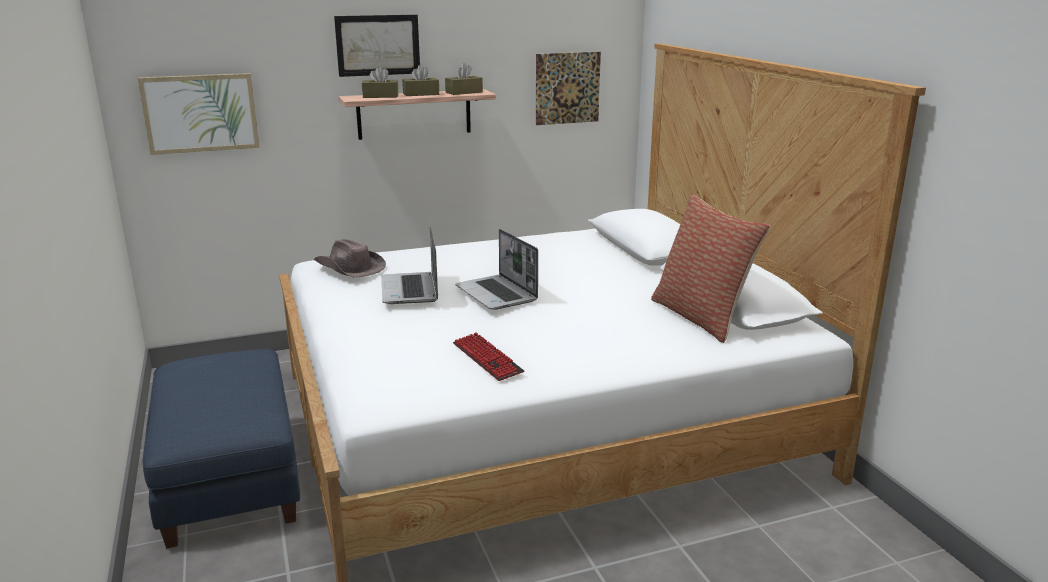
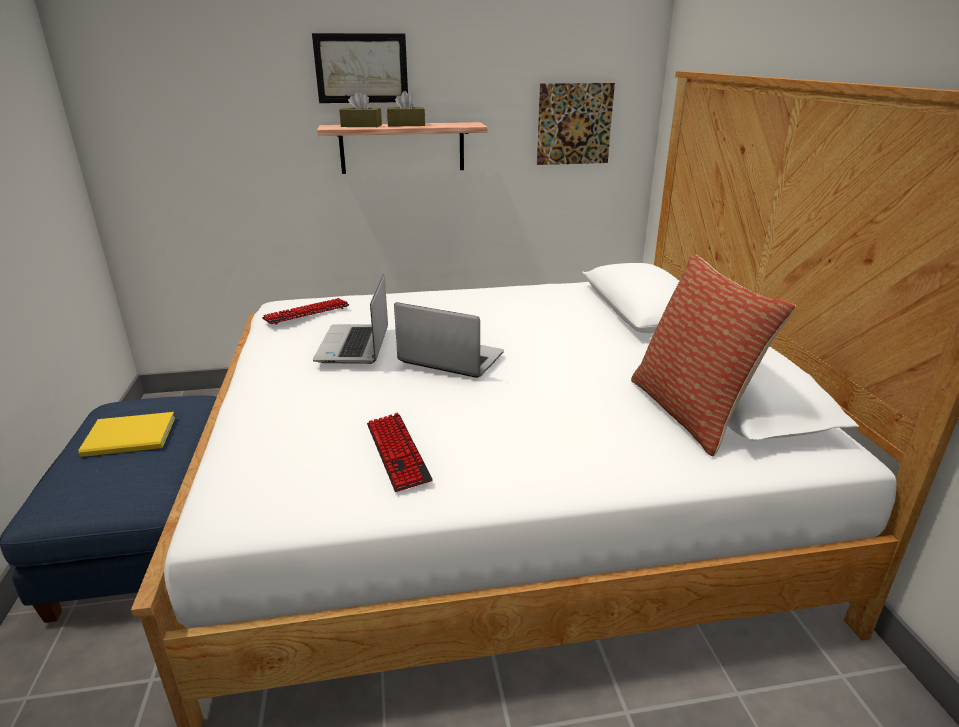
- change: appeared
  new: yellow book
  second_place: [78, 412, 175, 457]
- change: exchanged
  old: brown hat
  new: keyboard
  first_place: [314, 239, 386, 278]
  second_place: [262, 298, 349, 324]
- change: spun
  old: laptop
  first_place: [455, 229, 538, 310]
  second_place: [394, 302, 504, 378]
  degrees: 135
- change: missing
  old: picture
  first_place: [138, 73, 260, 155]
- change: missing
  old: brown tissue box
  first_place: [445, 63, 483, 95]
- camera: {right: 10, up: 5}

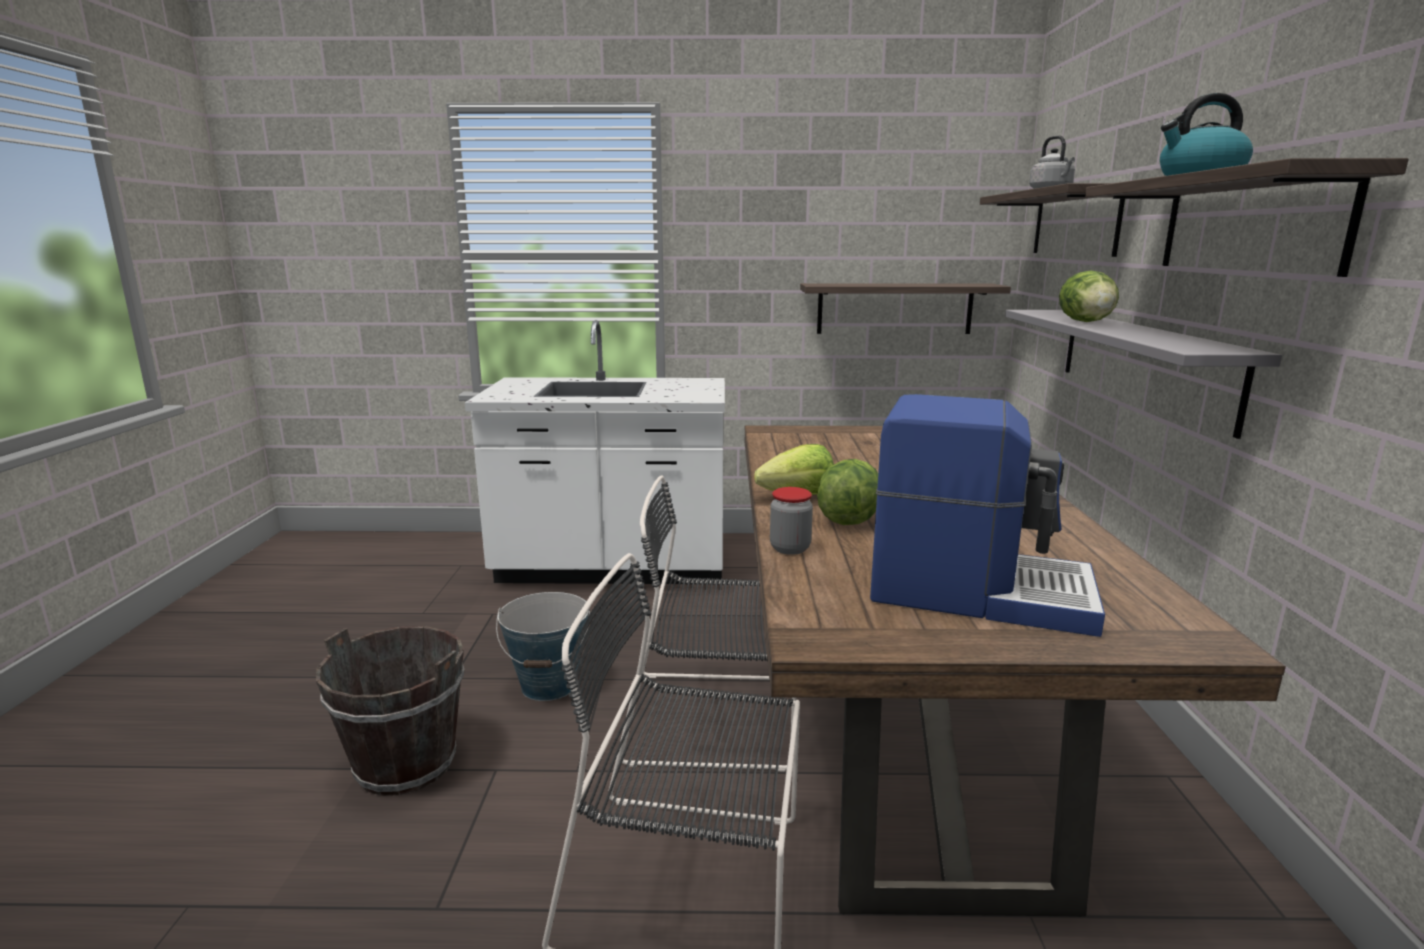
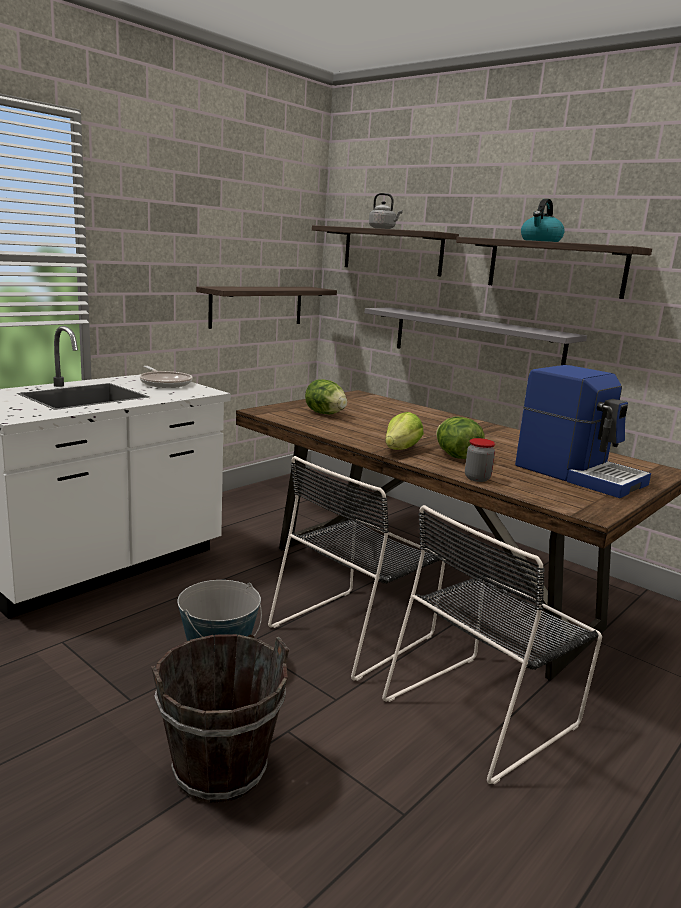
- change: appeared
  new: frying pan
  second_place: [140, 366, 192, 388]
- change: relocated
  old: lettuce
  first_place: [1059, 271, 1119, 322]
  second_place: [305, 379, 347, 414]
- change: spun
  old: coffee machine
  first_place: [870, 394, 1105, 637]
  second_place: [515, 365, 651, 498]
  degrees: 75
- camera: {right: -50, up: 0}

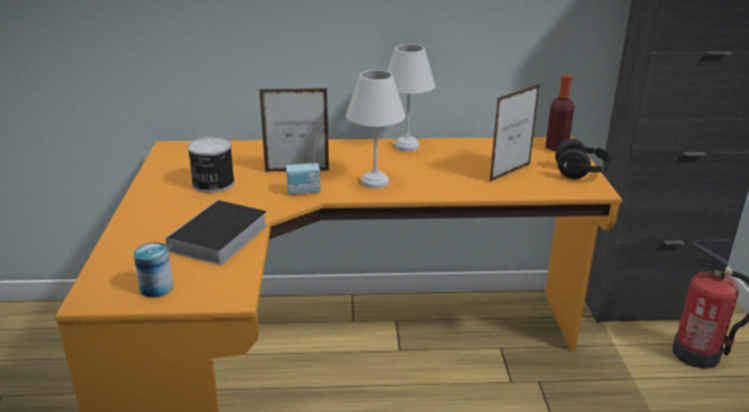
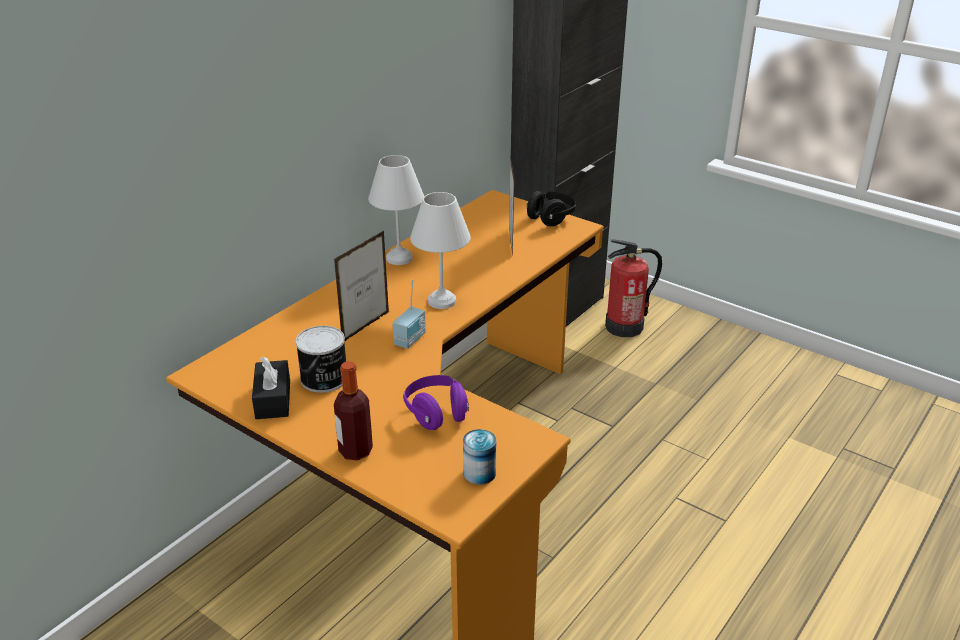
- change: appeared
  new: black tissue box
  second_place: [252, 357, 290, 419]
- change: relocated
  old: bottle
  first_place: [545, 74, 574, 151]
  second_place: [334, 361, 373, 461]
- change: exchanged
  old: book
  new: purple headphones
  first_place: [166, 200, 267, 265]
  second_place: [403, 375, 469, 430]
- camera: {right: -50, up: 5}

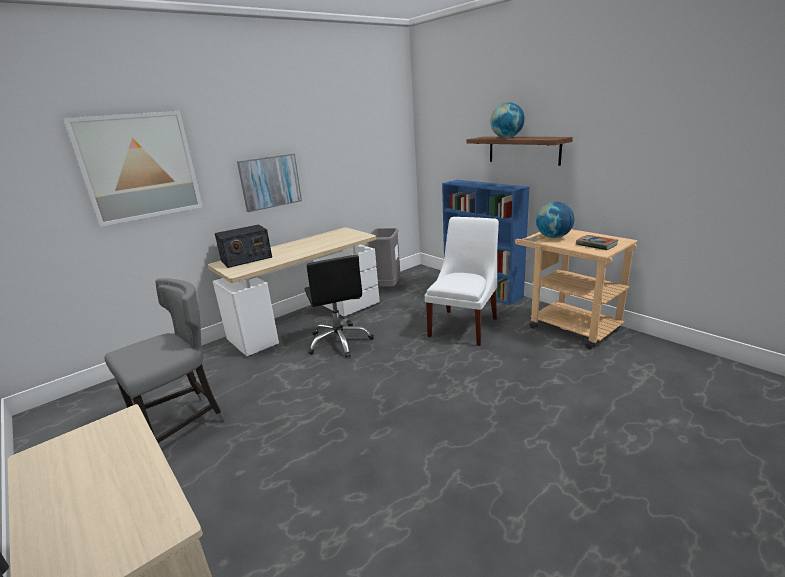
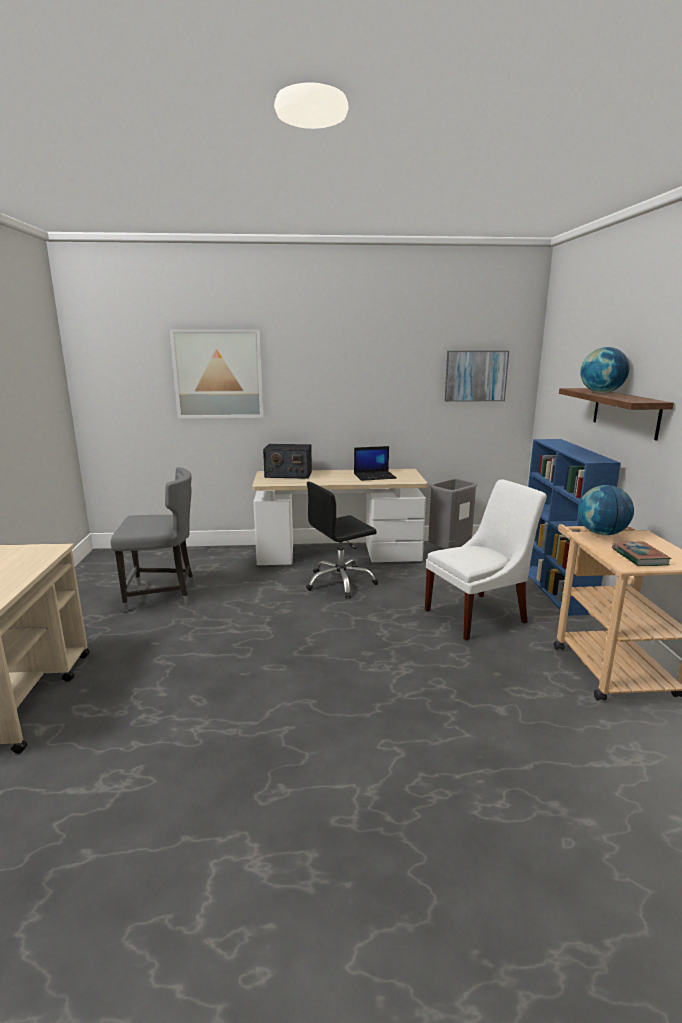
- change: spun
  old: black office chair
  first_place: [304, 255, 374, 358]
  second_place: [306, 482, 378, 599]
  degrees: 45
- change: appeared
  new: laptop
  second_place: [354, 446, 396, 481]
- change: relocated
  old: picture
  first_place: [237, 154, 302, 212]
  second_place: [445, 351, 509, 402]
- camera: {right: 35, up: -5}

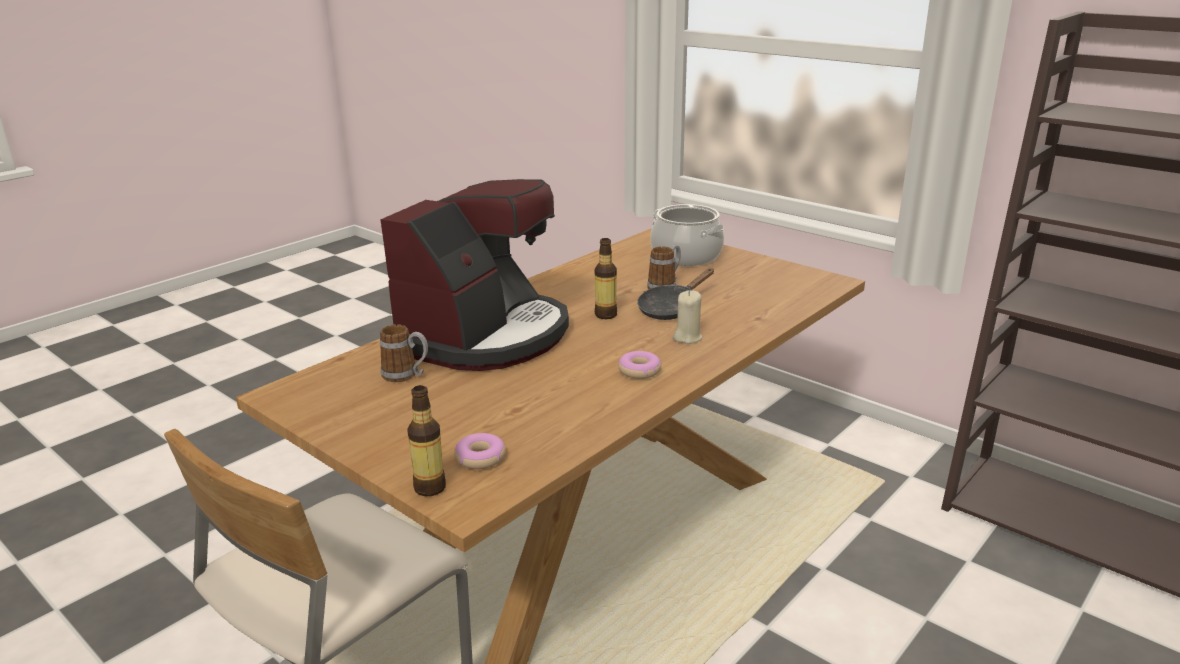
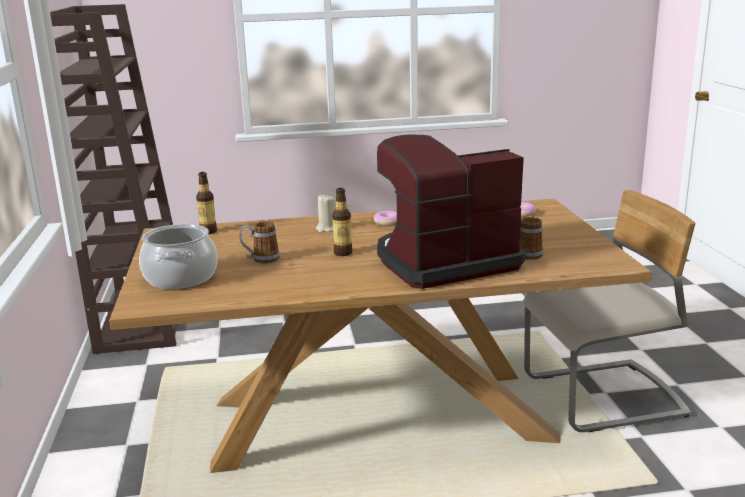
- change: relocated
  old: bottle
  first_place: [407, 385, 446, 496]
  second_place: [196, 172, 217, 234]
- change: missing
  old: black frying pan
  first_place: [637, 269, 714, 320]
- camera: {right: -140, up: -5}

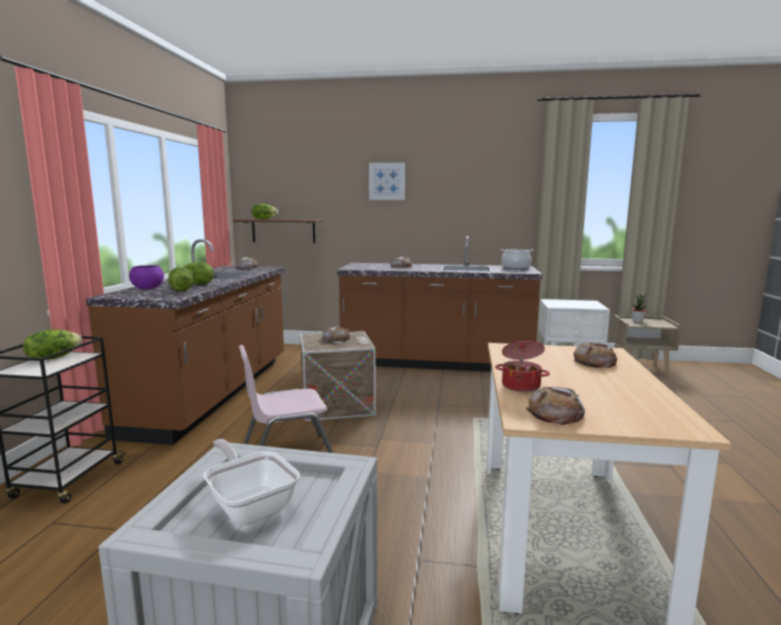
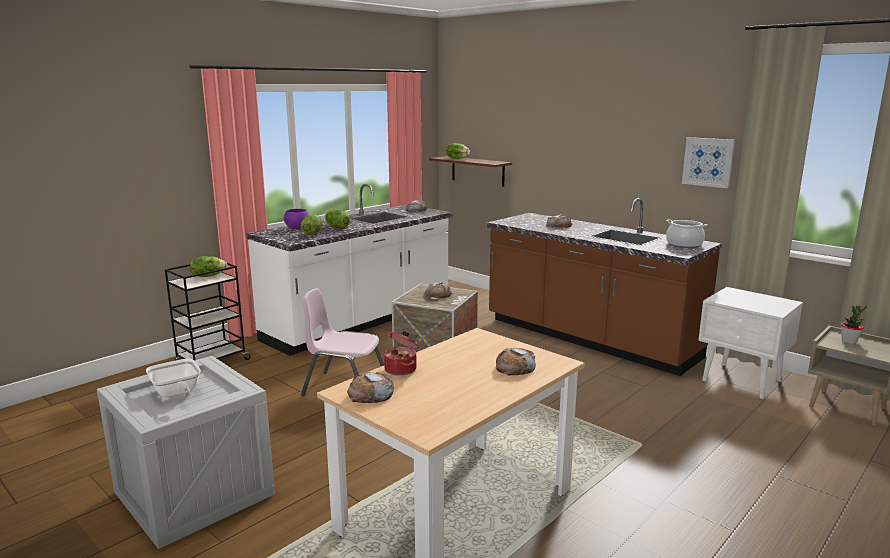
- change: spun
  old: frying pan
  first_place: [203, 439, 300, 525]
  second_place: [146, 359, 201, 398]
  degrees: 150
- change: colour
  old: brown counter
  new: white counter
  first_place: [86, 239, 285, 445]
  second_place: [246, 184, 452, 356]
- change: relocated
  old: picture
  first_place: [369, 163, 405, 200]
  second_place: [682, 137, 735, 188]
- camera: {right: 35, up: 5}

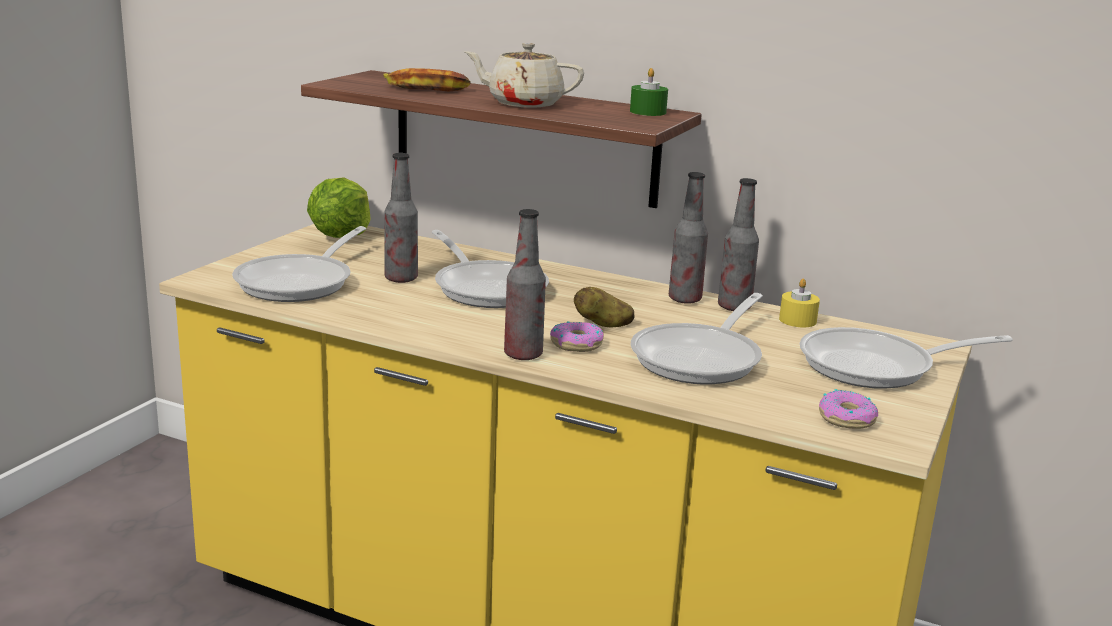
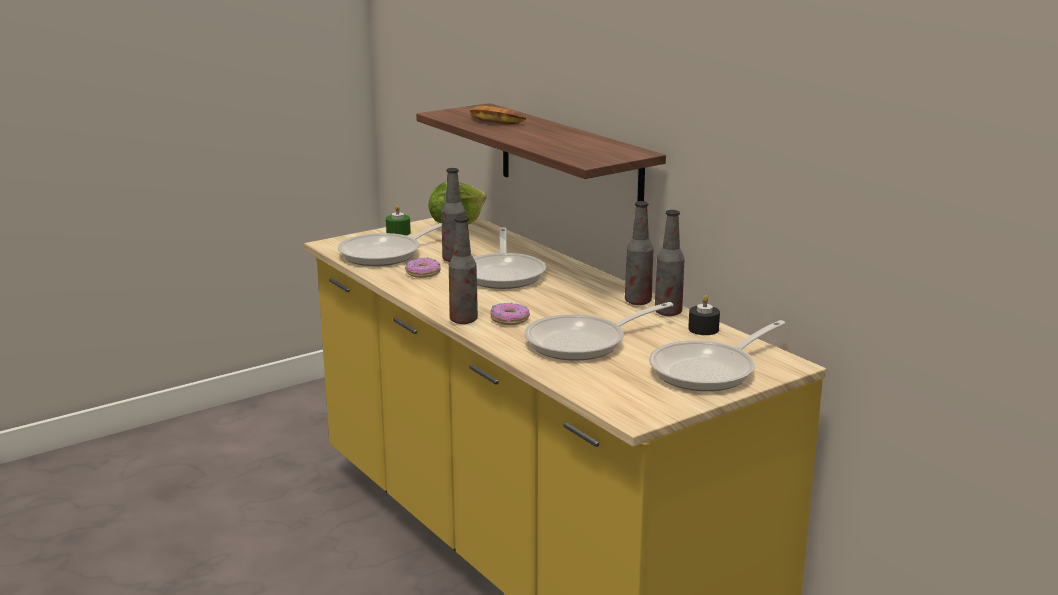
- change: relocated
  old: green candle
  first_place: [630, 68, 668, 116]
  second_place: [386, 205, 411, 236]
- change: relocated
  old: donut
  first_place: [819, 389, 878, 429]
  second_place: [405, 257, 441, 278]
- change: spun
  old: frying pan
  first_place: [799, 327, 1013, 389]
  second_place: [649, 320, 786, 391]
  degrees: -60
- change: colour
  old: yellow candle
  new: black candle
  first_place: [779, 278, 820, 327]
  second_place: [688, 295, 720, 335]
- change: missing
  old: beige teapot
  first_place: [465, 43, 584, 108]
- change: missing
  old: potato
  first_place: [574, 287, 634, 327]
- camera: {right: 30, up: 0}

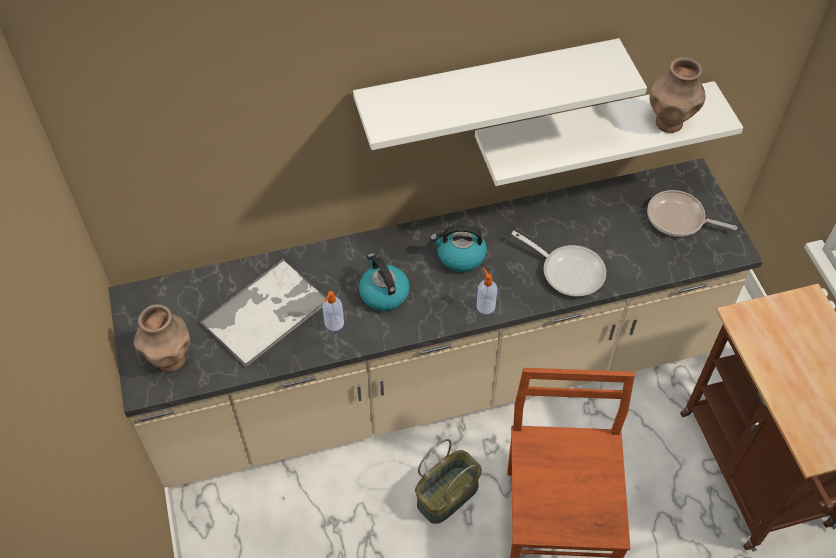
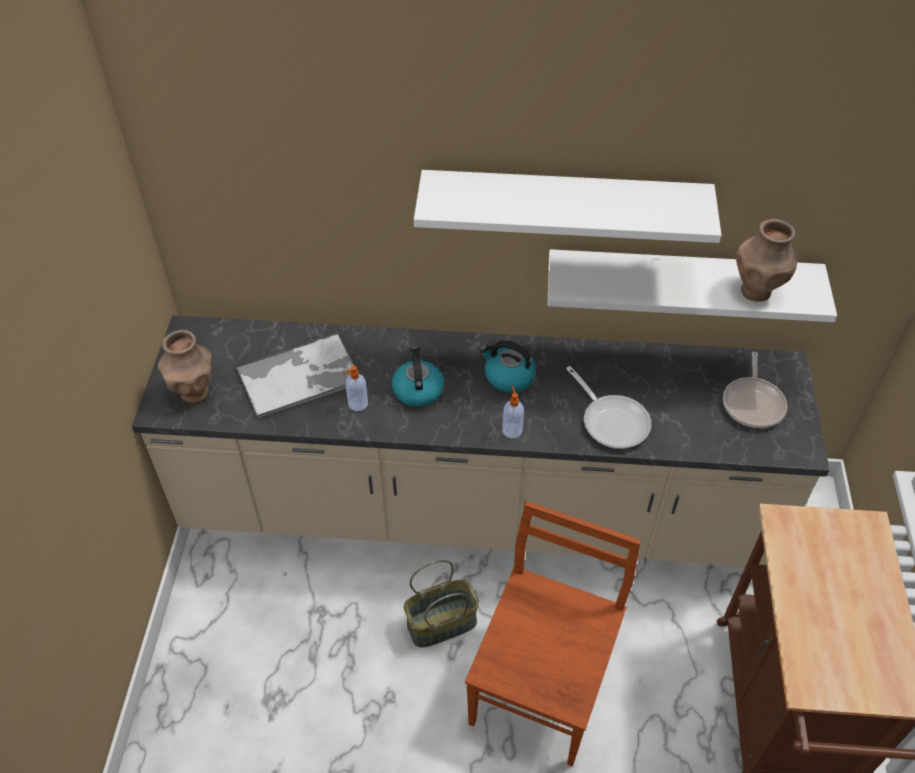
- change: spun
  old: frying pan
  first_place: [647, 190, 737, 237]
  second_place: [723, 352, 787, 428]
  degrees: -120
- camera: {right: 20, up: -5}

